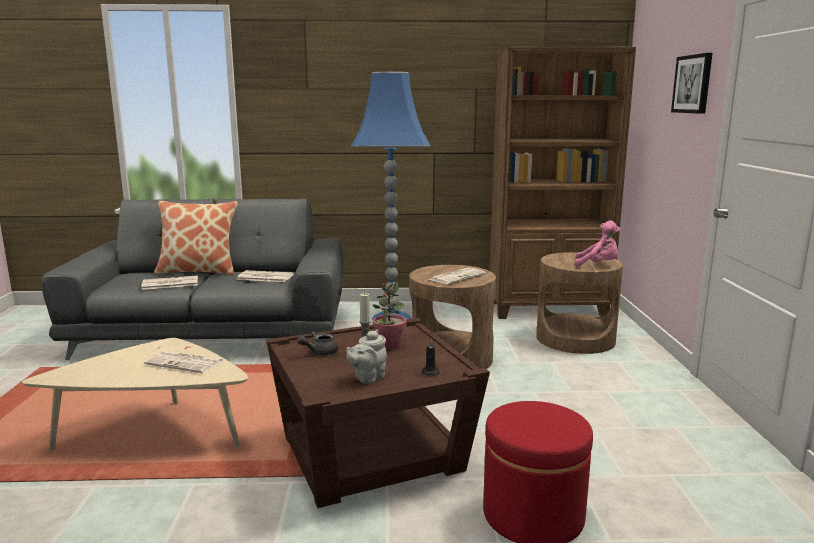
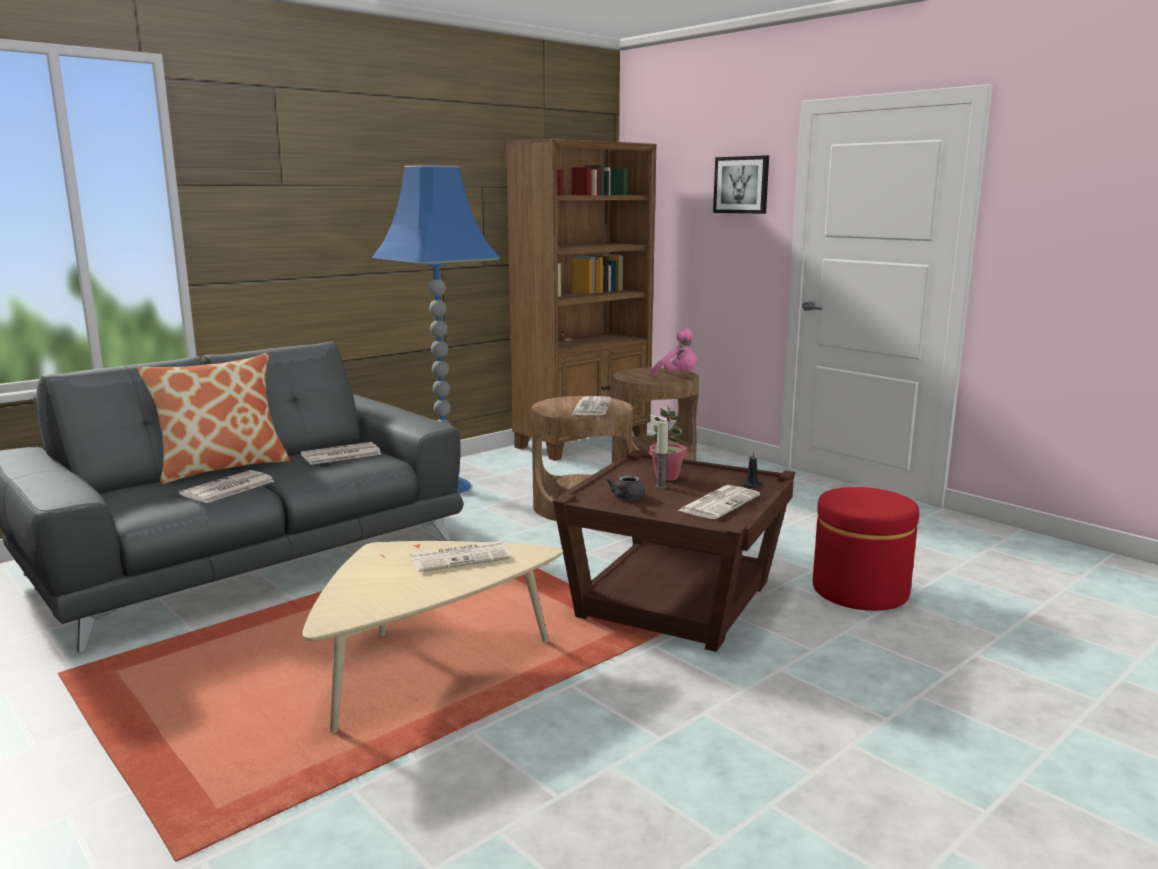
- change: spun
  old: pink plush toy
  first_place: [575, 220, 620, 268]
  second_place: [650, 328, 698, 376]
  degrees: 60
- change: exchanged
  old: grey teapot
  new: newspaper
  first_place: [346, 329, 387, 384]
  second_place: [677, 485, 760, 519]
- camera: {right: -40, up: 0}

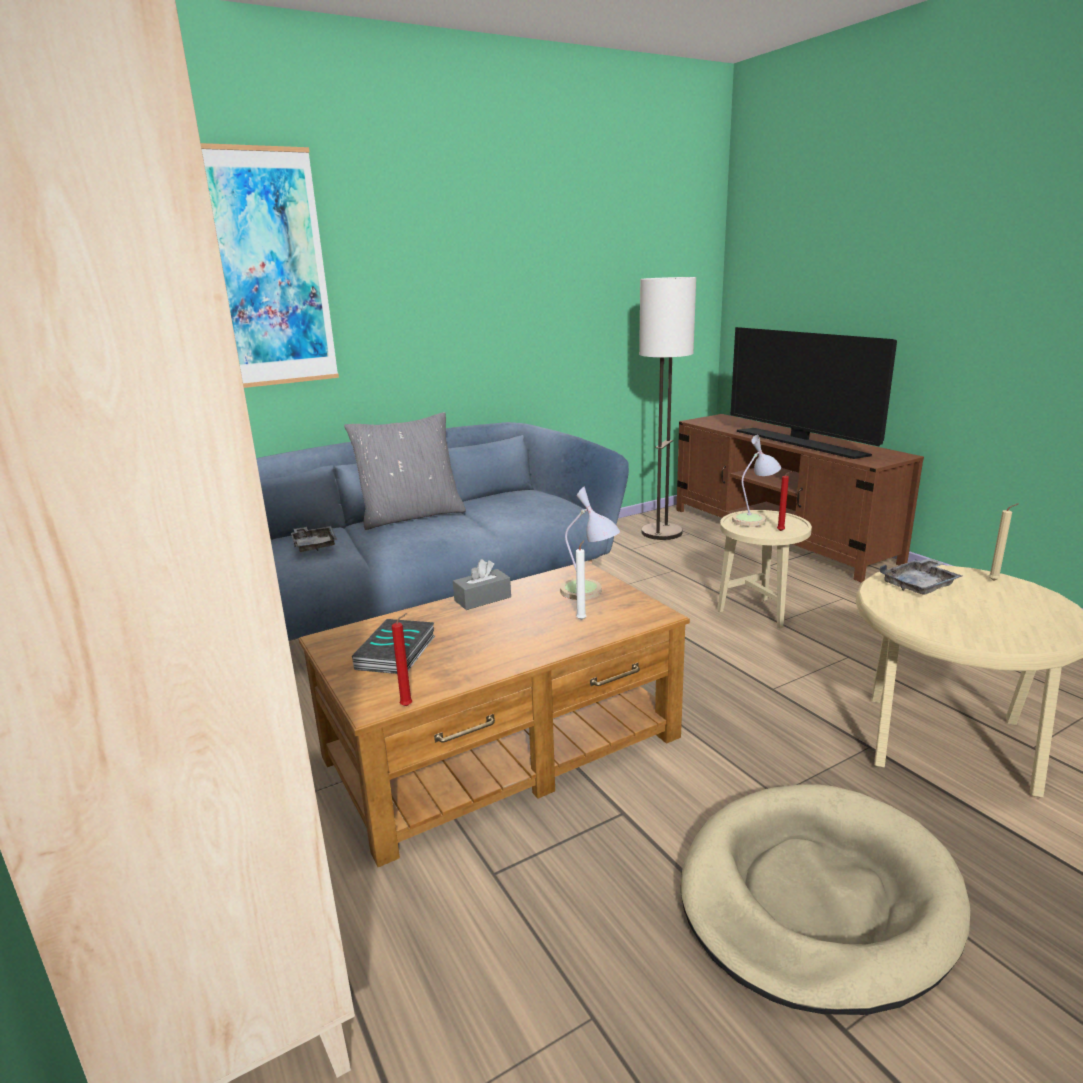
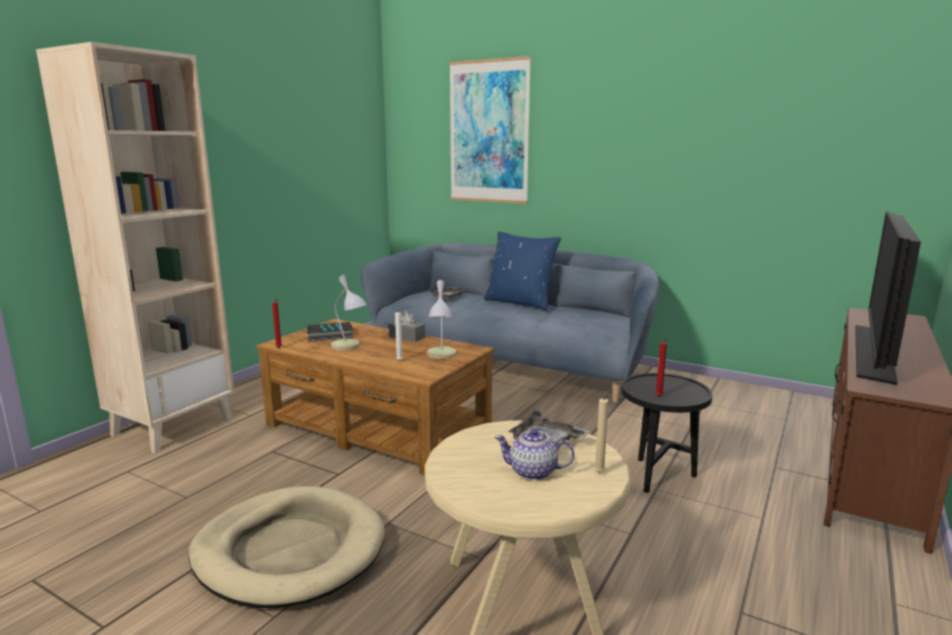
- change: relocated
  old: table lamp
  first_place: [732, 435, 781, 527]
  second_place: [331, 274, 367, 351]
- change: colour
  old: grey pillow
  new: blue pillow
  first_place: [344, 412, 466, 530]
  second_place: [484, 231, 561, 310]
- change: appeared
  new: teapot
  second_place: [494, 428, 574, 480]
- change: colour
  old: beige side table
  new: black side table
  first_place: [717, 510, 812, 628]
  second_place: [621, 373, 713, 493]
- change: missing
  old: floor lamp
  first_place: [639, 277, 696, 540]
- camera: {right: 60, up: -5}

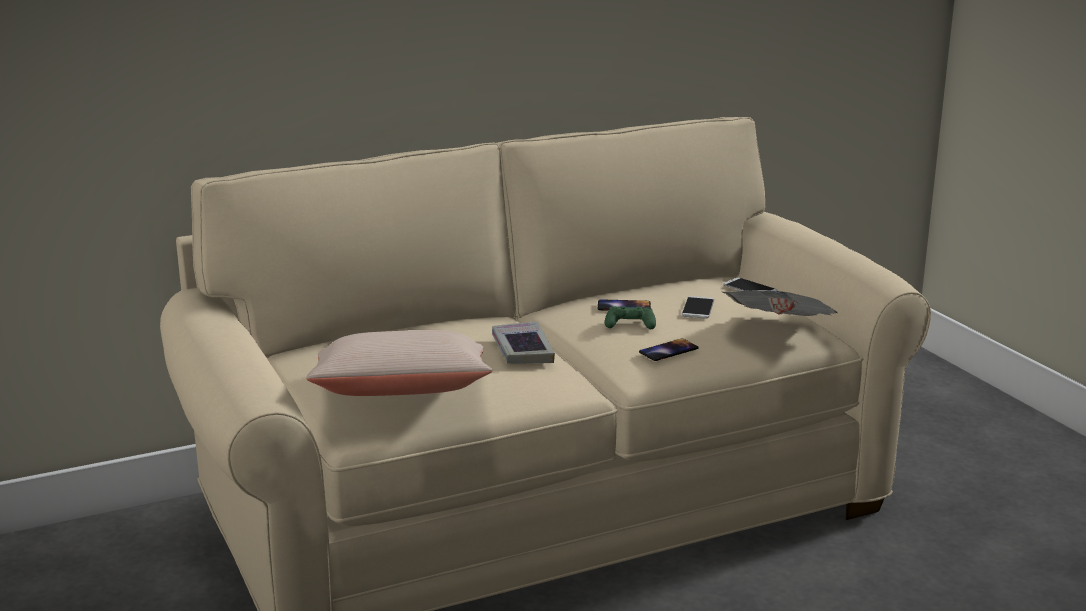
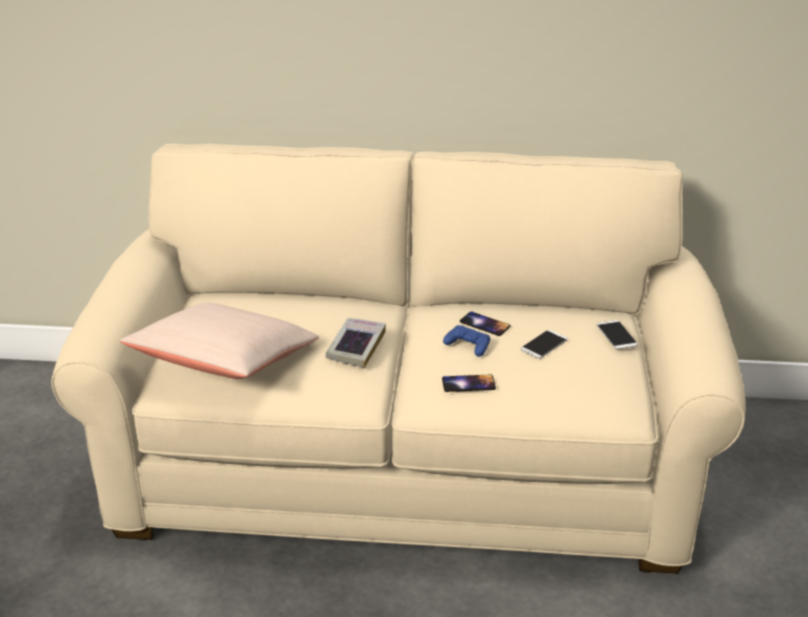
- change: colour
  old: green game controller
  new: blue game controller
  first_place: [605, 306, 656, 329]
  second_place: [443, 325, 490, 357]
- change: missing
  old: newspaper
  first_place: [722, 290, 838, 316]
- camera: {right: 30, up: 10}

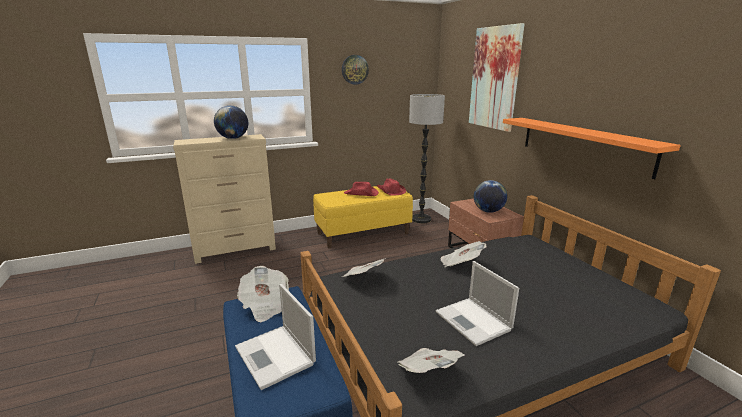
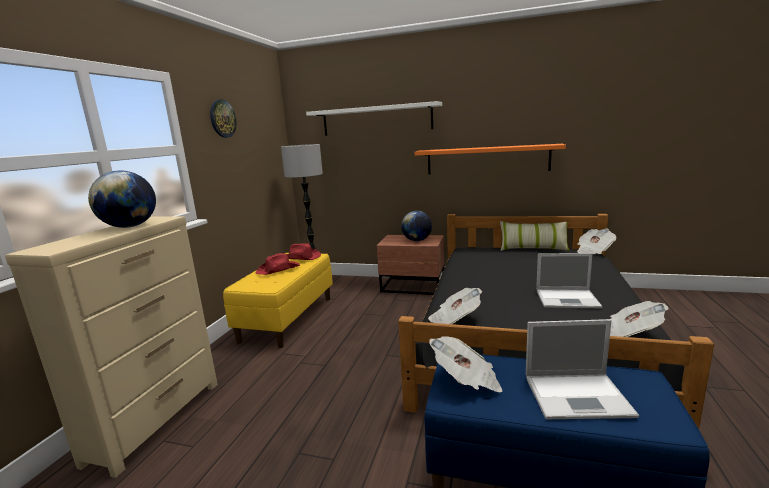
- change: exchanged
  old: picture
  new: white shelf
  first_place: [469, 23, 525, 132]
  second_place: [306, 101, 442, 136]
- change: appeared
  new: pillow
  second_place: [500, 221, 570, 251]
- change: relocated
  old: newspaper
  first_place: [440, 241, 487, 267]
  second_place: [577, 228, 616, 254]
- camera: {right: -50, up: -5}

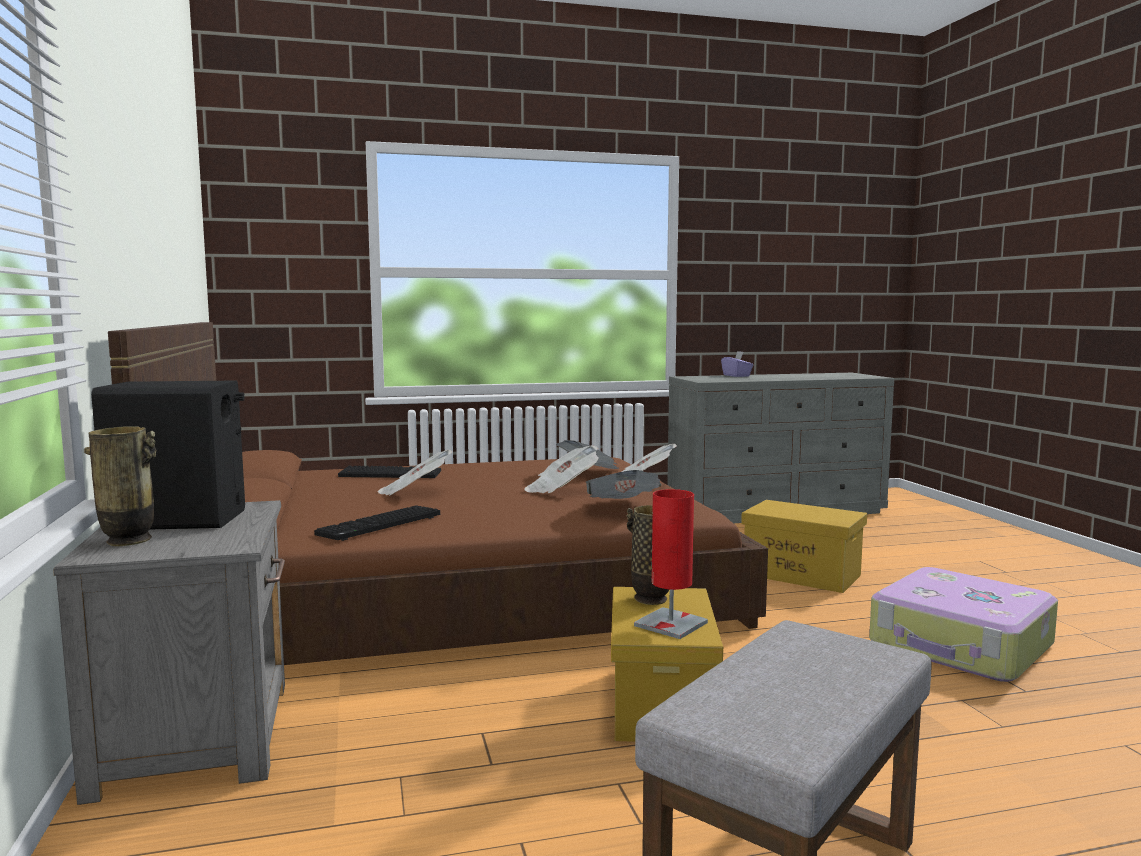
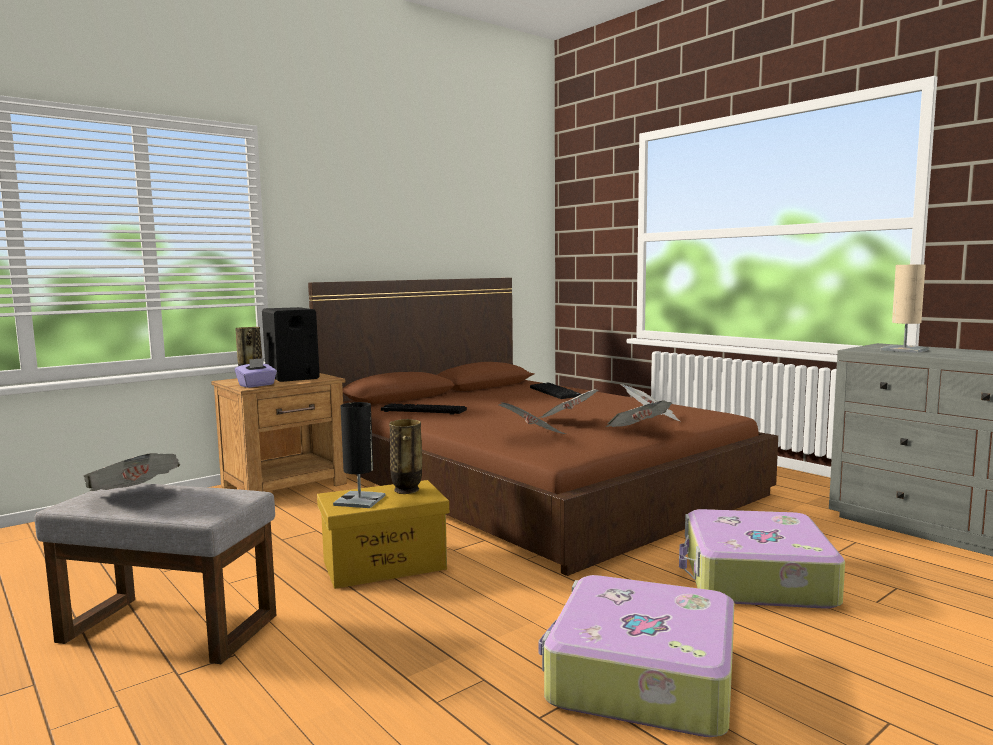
- change: relocated
  old: newspaper
  first_place: [378, 450, 452, 496]
  second_place: [84, 453, 180, 491]
- change: colour
  old: grey nightstand
  new: brown nightstand
  first_place: [53, 500, 285, 805]
  second_place: [211, 373, 347, 492]
- change: relocated
  old: purple tissue box
  first_place: [721, 351, 753, 377]
  second_place: [235, 358, 277, 388]
- change: colour
  old: red table lamp
  new: black table lamp
  first_place: [634, 489, 708, 639]
  second_place: [333, 402, 385, 508]
- change: exchanged
  old: yellow storage box
  new: suitcase
  first_place: [741, 500, 867, 593]
  second_place: [679, 509, 845, 609]
- change: appeared
  new: beige table lamp
  second_place: [880, 264, 929, 353]
- camera: {right: 65, up: 0}

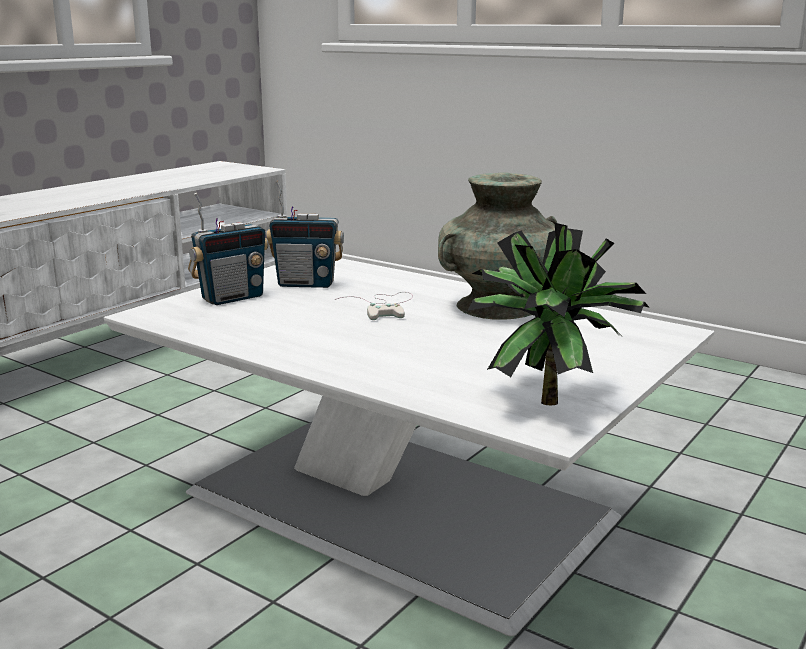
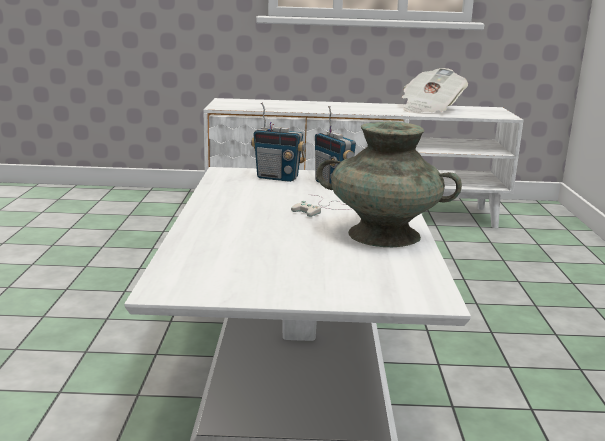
- change: appeared
  new: newspaper
  second_place: [402, 68, 468, 113]
- change: missing
  old: potted plant
  first_place: [467, 223, 650, 405]
- camera: {right: 55, up: 0}

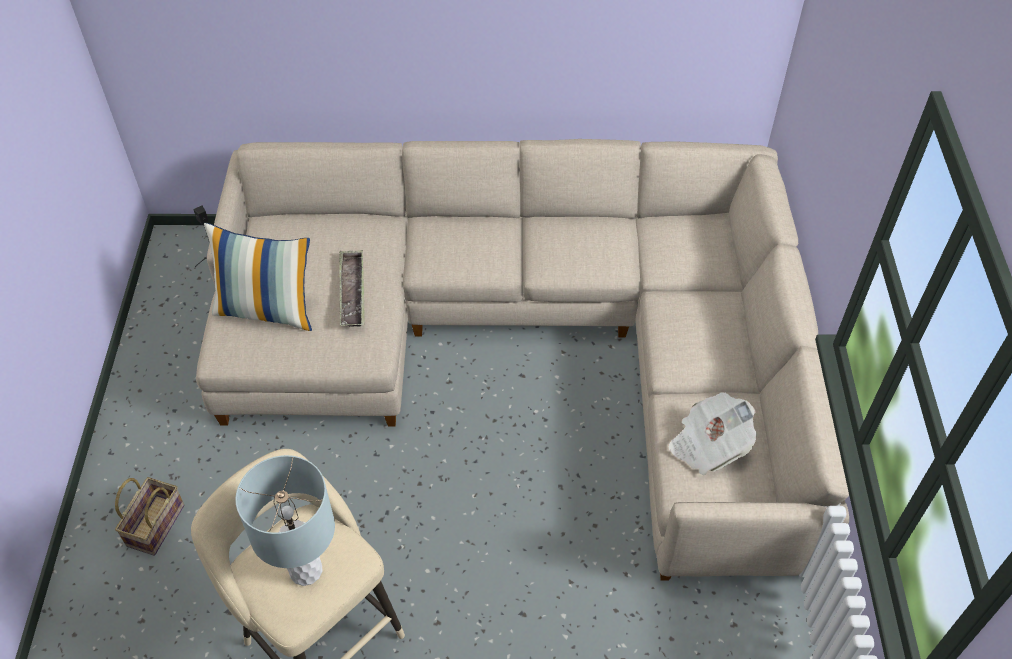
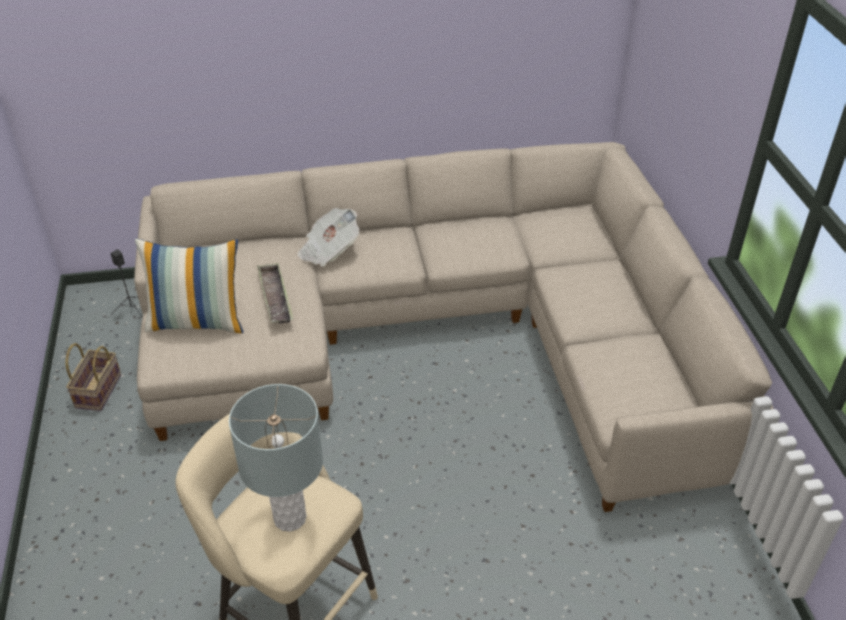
- change: relocated
  old: basket
  first_place: [115, 477, 184, 556]
  second_place: [65, 343, 121, 411]
- change: relocated
  old: newspaper
  first_place: [668, 393, 757, 476]
  second_place: [297, 208, 360, 267]
- camera: {right: -10, up: -10}

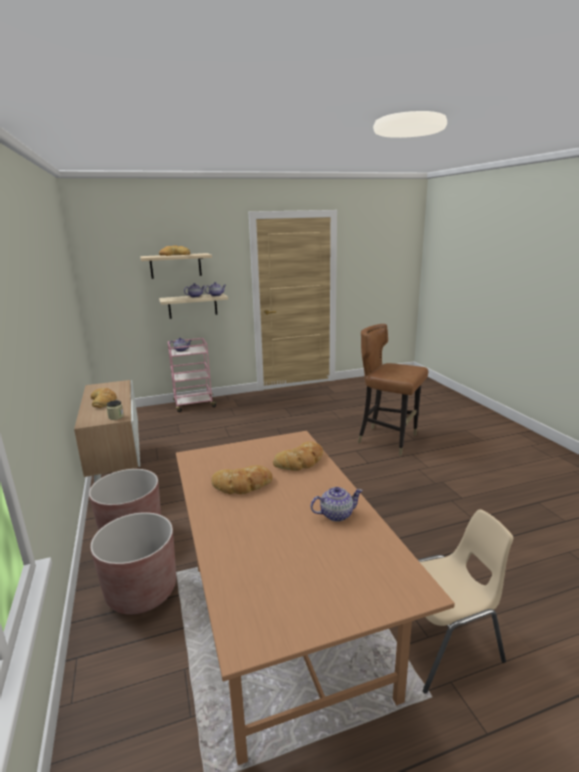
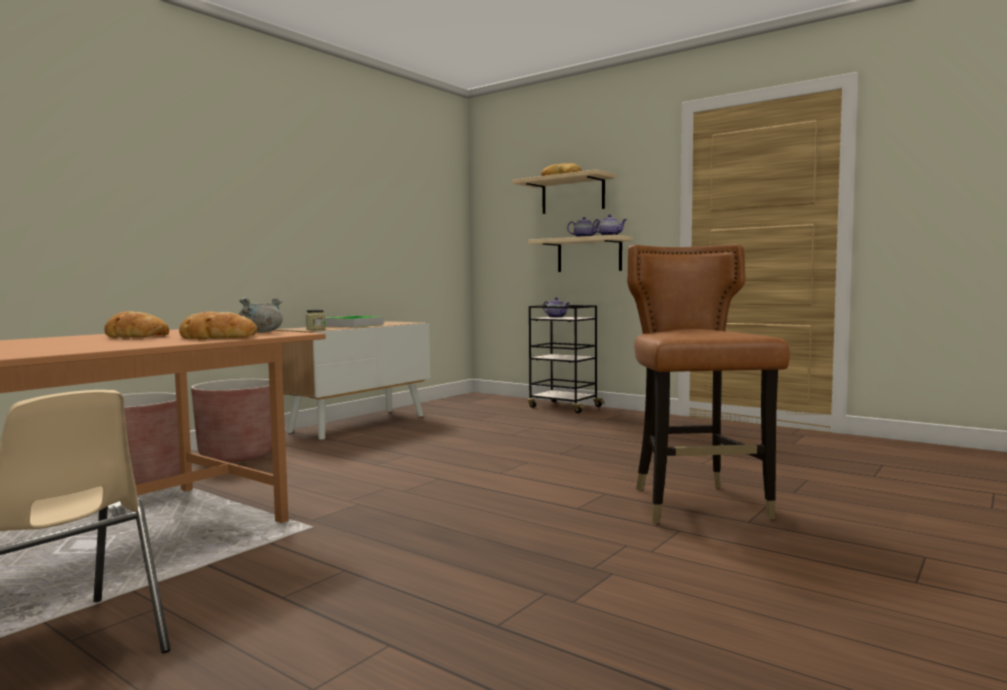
- change: appeared
  new: grey cooking pot
  second_place: [239, 297, 283, 333]
- change: exchanged
  old: bread
  new: tray
  first_place: [91, 388, 117, 408]
  second_place: [325, 316, 384, 327]
- change: colour
  old: pink cart
  new: black cart
  first_place: [168, 338, 218, 412]
  second_place: [528, 305, 605, 413]
- change: missing
  old: teapot
  first_place: [311, 487, 363, 522]
- camera: {right: 55, up: -15}

